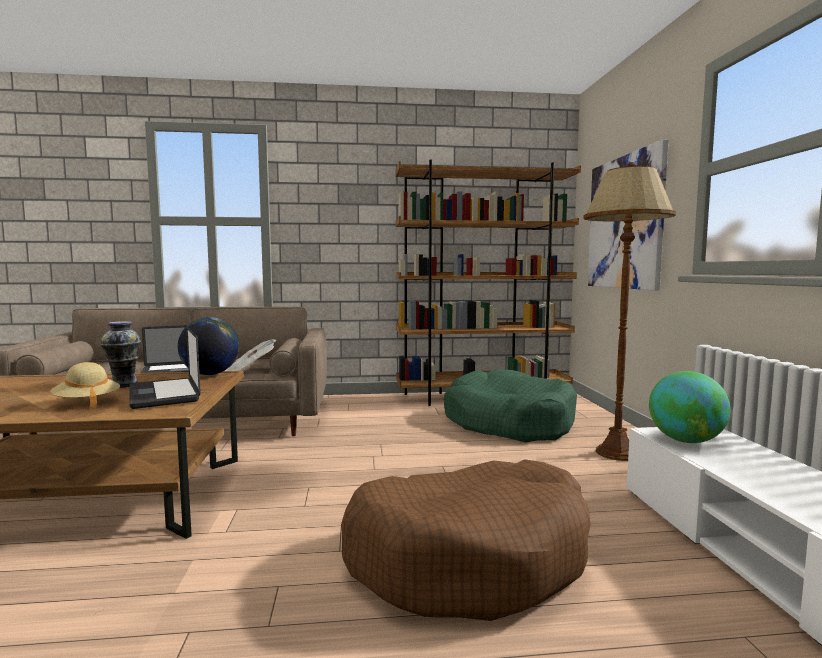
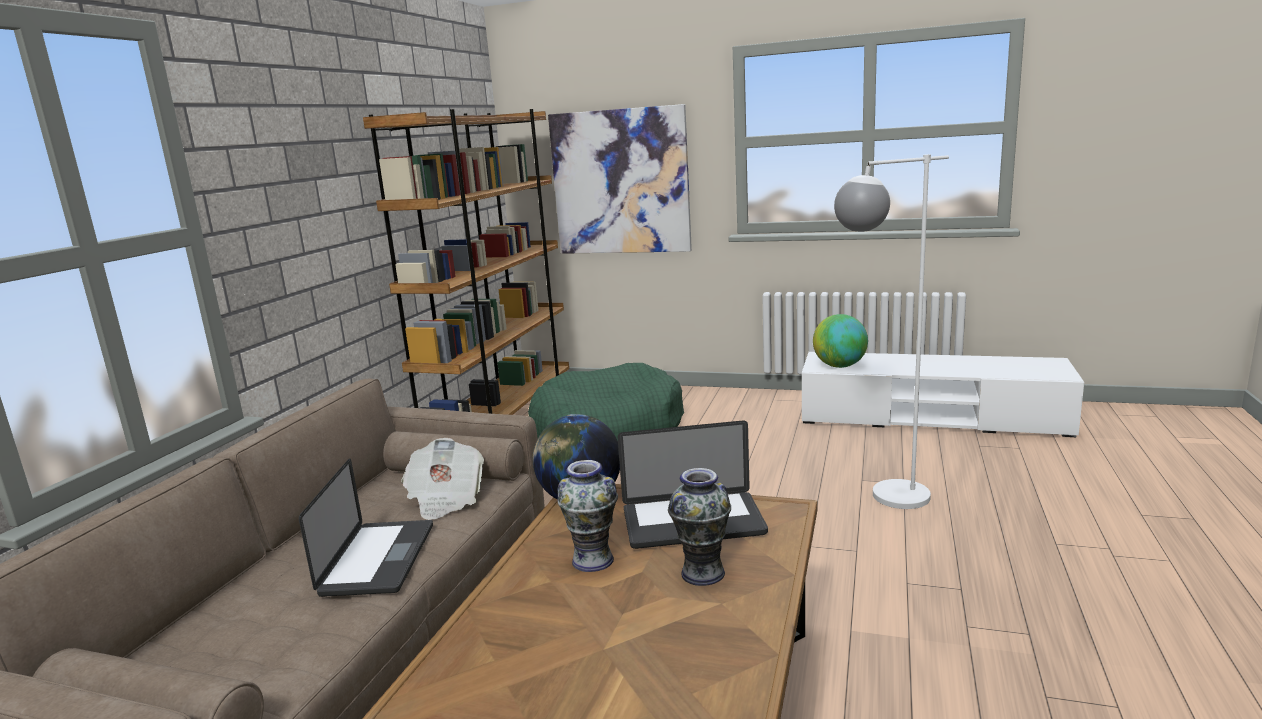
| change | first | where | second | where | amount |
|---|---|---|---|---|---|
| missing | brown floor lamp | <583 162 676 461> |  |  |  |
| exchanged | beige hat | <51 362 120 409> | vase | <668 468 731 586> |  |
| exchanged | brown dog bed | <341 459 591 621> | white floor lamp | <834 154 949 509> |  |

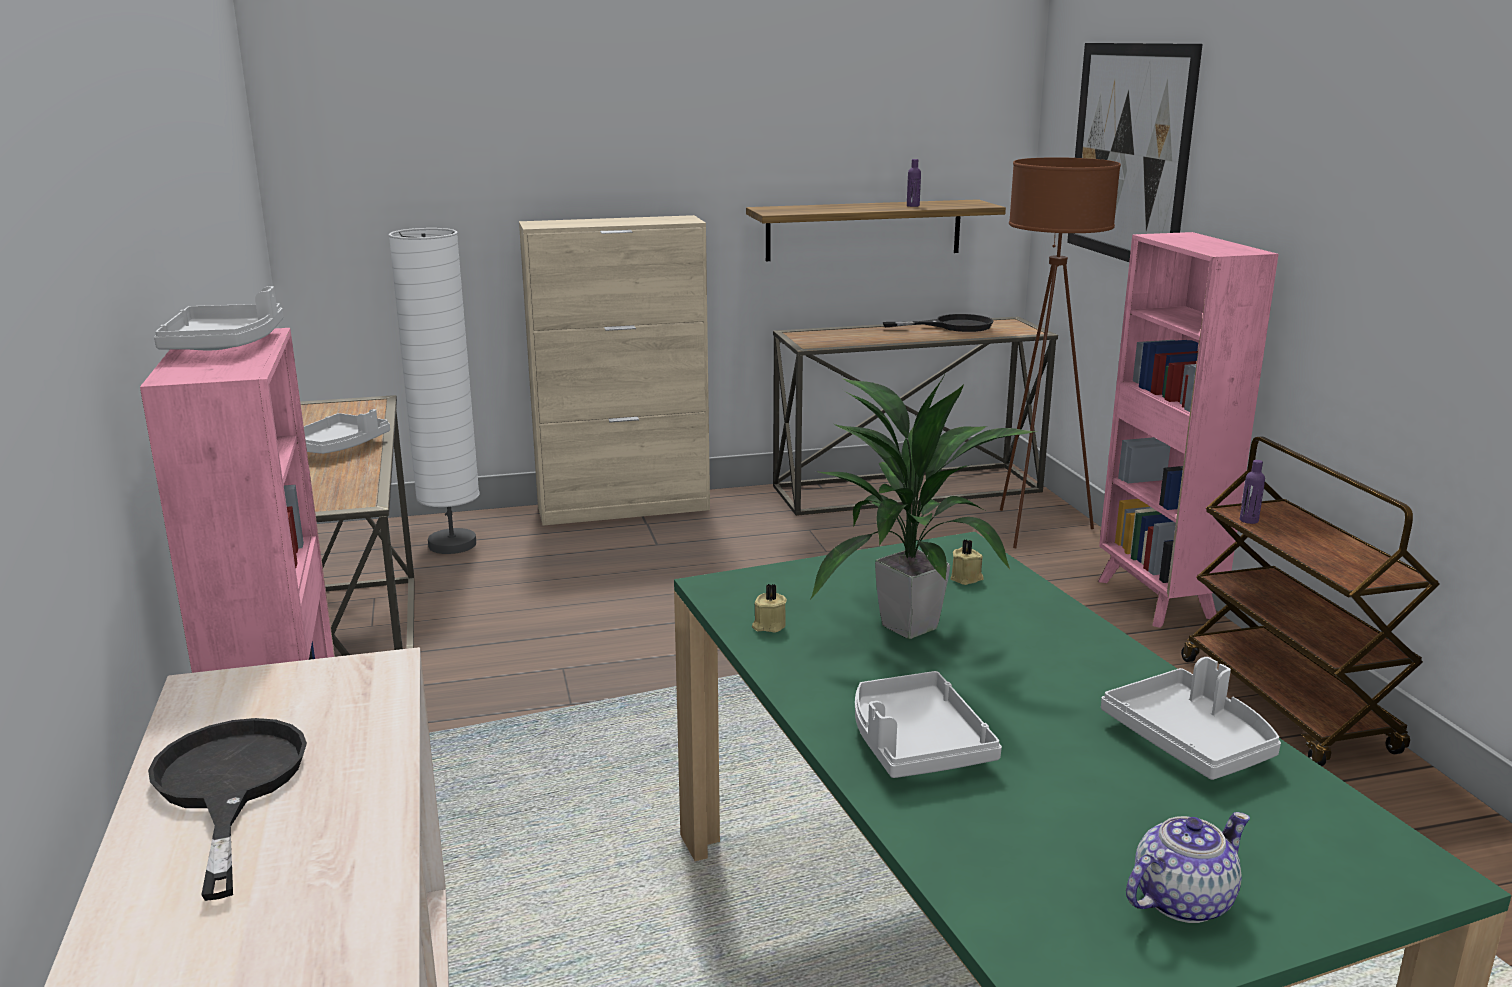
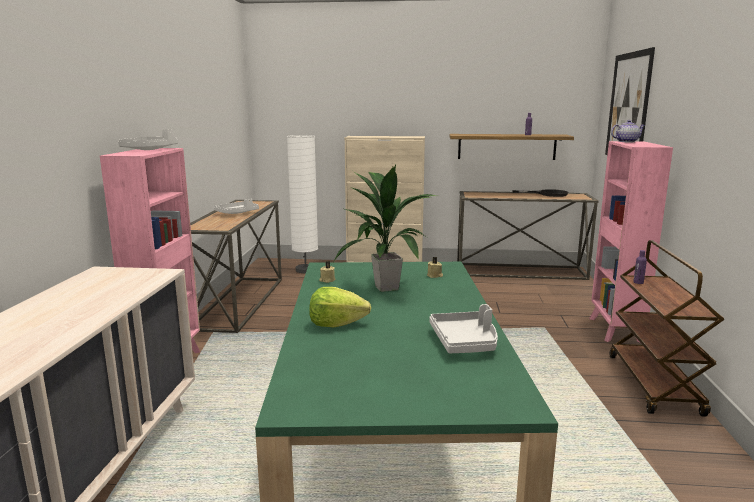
| change | first | where | second | where | amount |
|---|---|---|---|---|---|
| missing | brown floor lamp | <1000 157 1121 548> |  |  |  |
| exchanged | grey tray | <855 671 1002 778> | lettuce | <309 287 371 327> |  |
| missing | black frying pan | <148 718 307 901> |  |  |  |
| relocated | teapot | <1126 812 1250 923> |  | <611 120 645 142> |  |

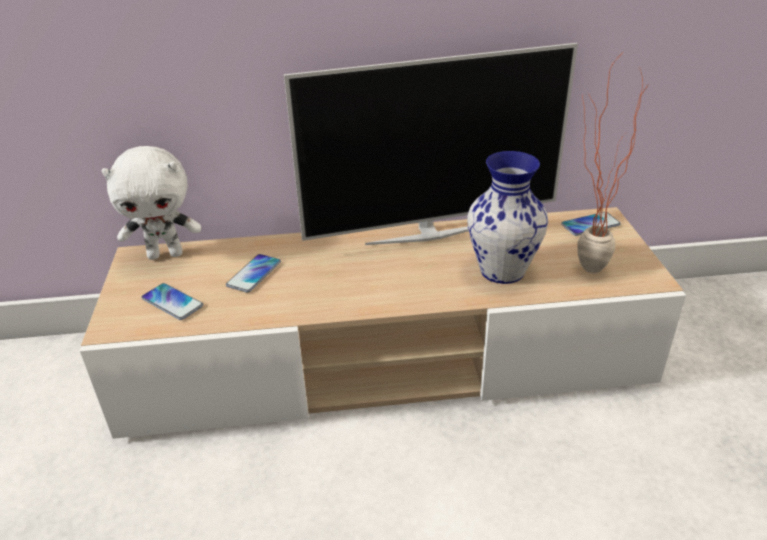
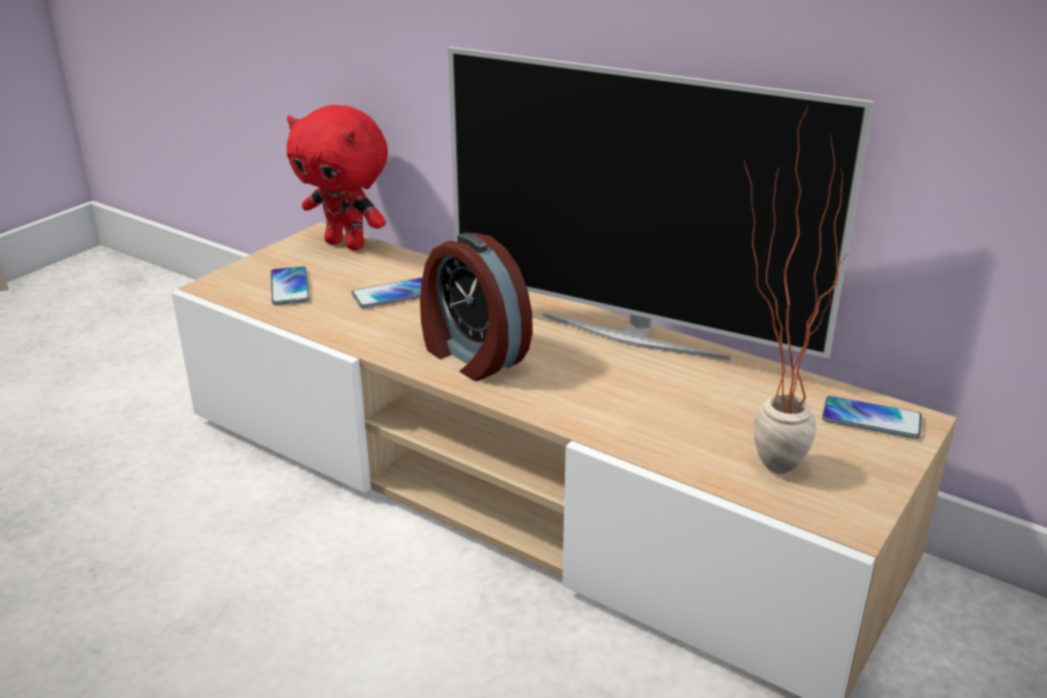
| change | first | where | second | where | amount |
|---|---|---|---|---|---|
| colour | white plush toy | <101 146 201 260> | red plush toy | <287 105 388 250> |  |
| missing | vase | <467 151 548 284> |  |  |  |
| appeared |  |  | alarm clock | <420 233 533 381> |  |

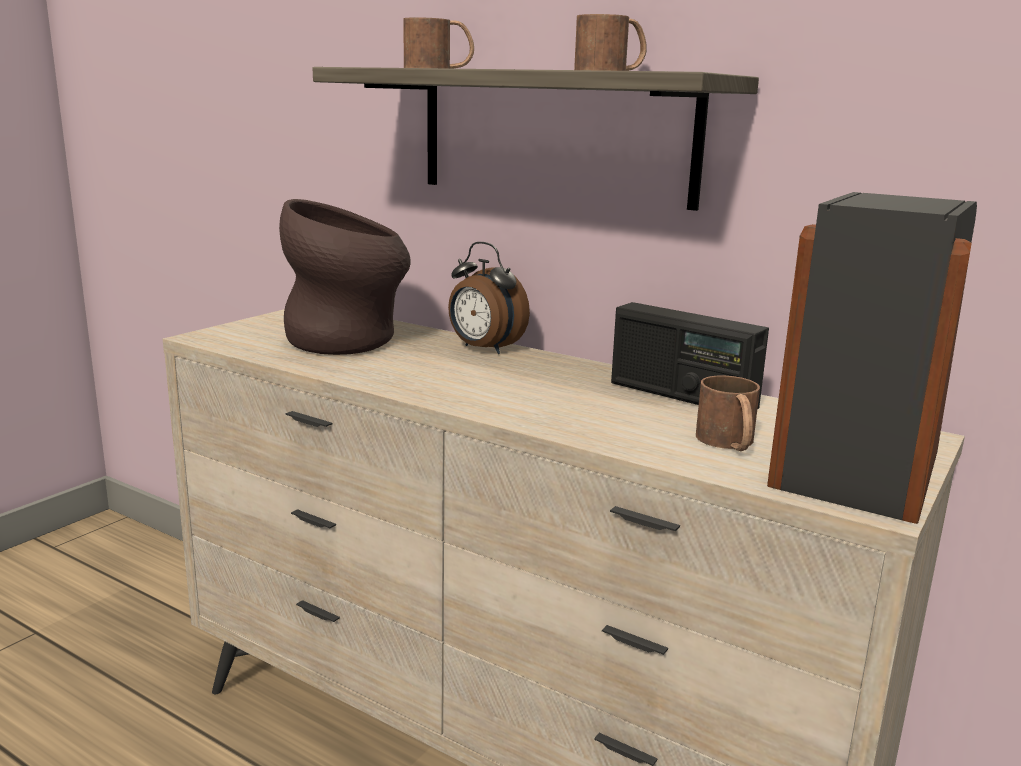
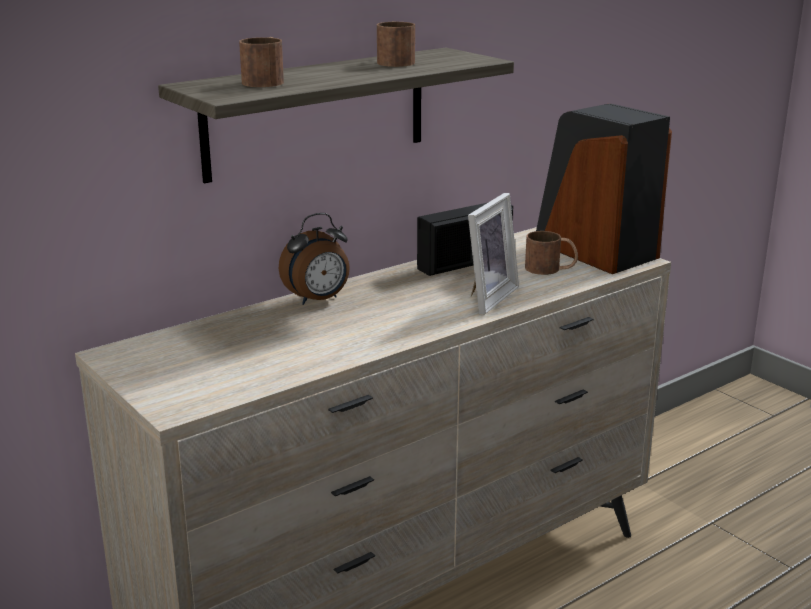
| change | first | where | second | where | amount |
|---|---|---|---|---|---|
| missing | brown vase | <279 199 411 355> |  |  |  |
| appeared |  |  | picture frame | <468 193 519 315> |  |

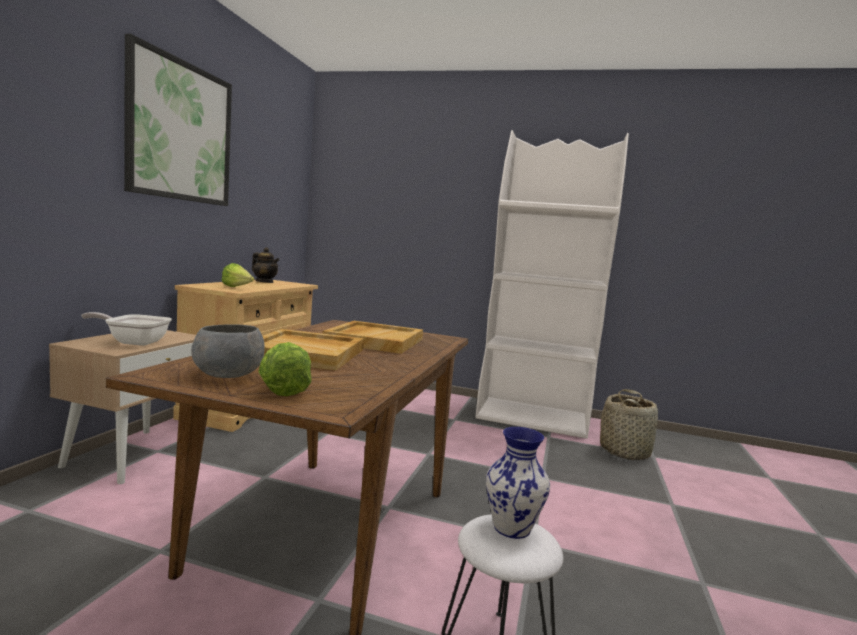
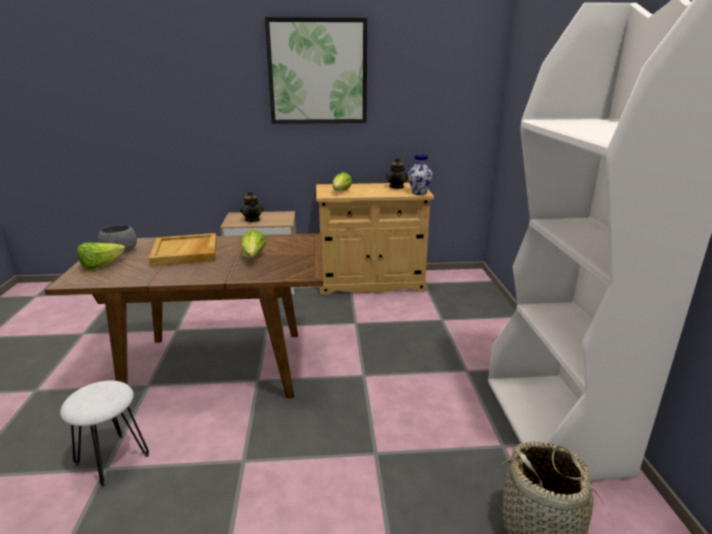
| change | first | where | second | where | amount |
|---|---|---|---|---|---|
| exchanged | frying pan | <81 312 172 346> | teapot | <240 190 263 222> |  |
| exchanged | beige tray | <322 321 423 354> | lettuce | <241 230 266 258> |  |
| relocated | vase | <486 427 550 539> |  | <408 154 432 195> |  |

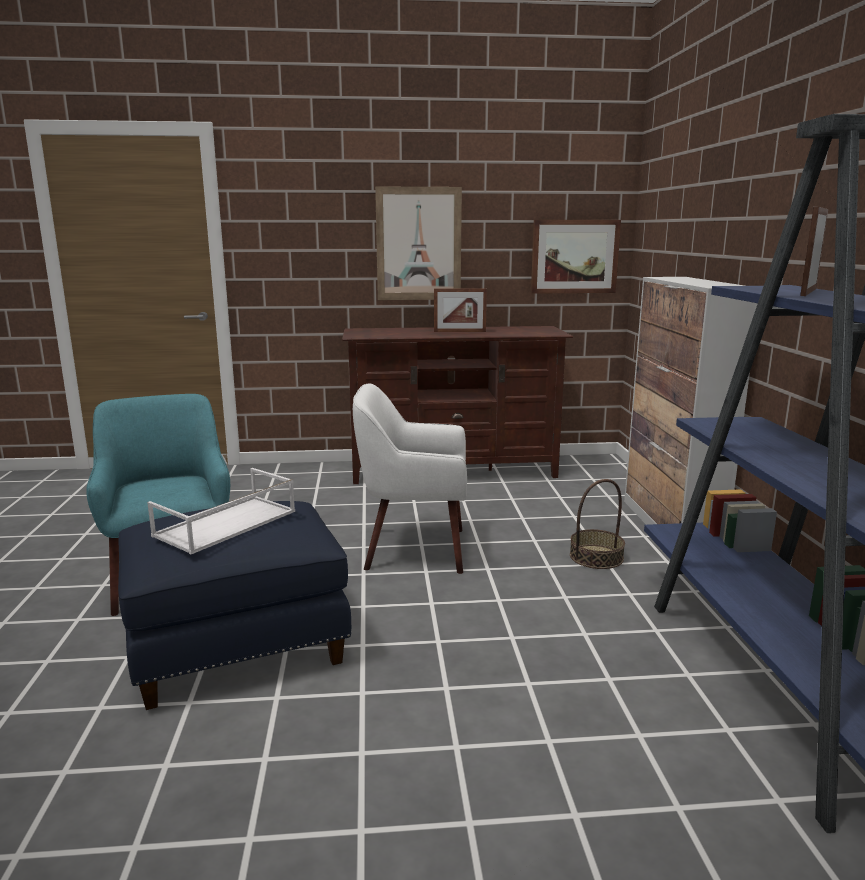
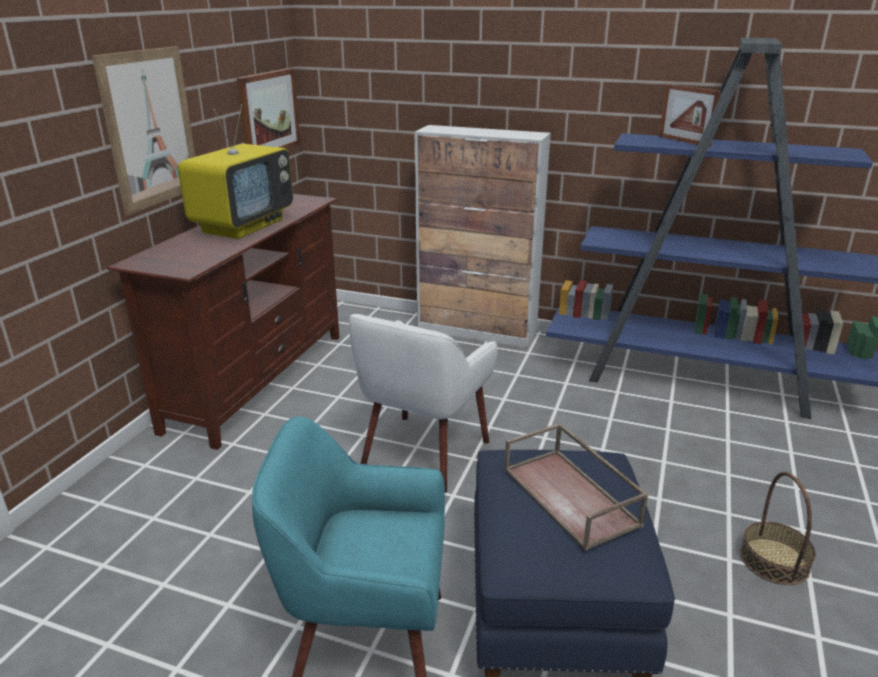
| change | first | where | second | where | amount |
|---|---|---|---|---|---|
| exchanged | picture frame | <434 288 487 332> | television | <178 105 293 239> |  |
| colour | white tray | <147 468 295 554> | brown tray | <504 423 648 551> |  |
| relocated | basket | <570 479 625 569> |  | <740 472 816 585> |  |

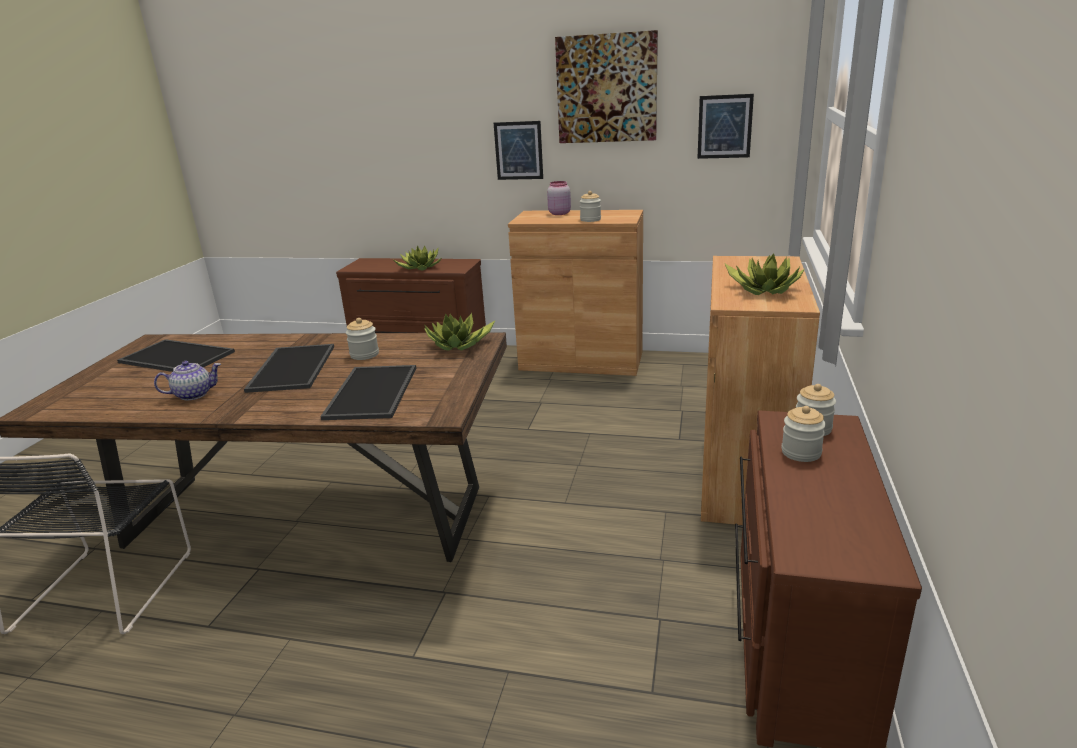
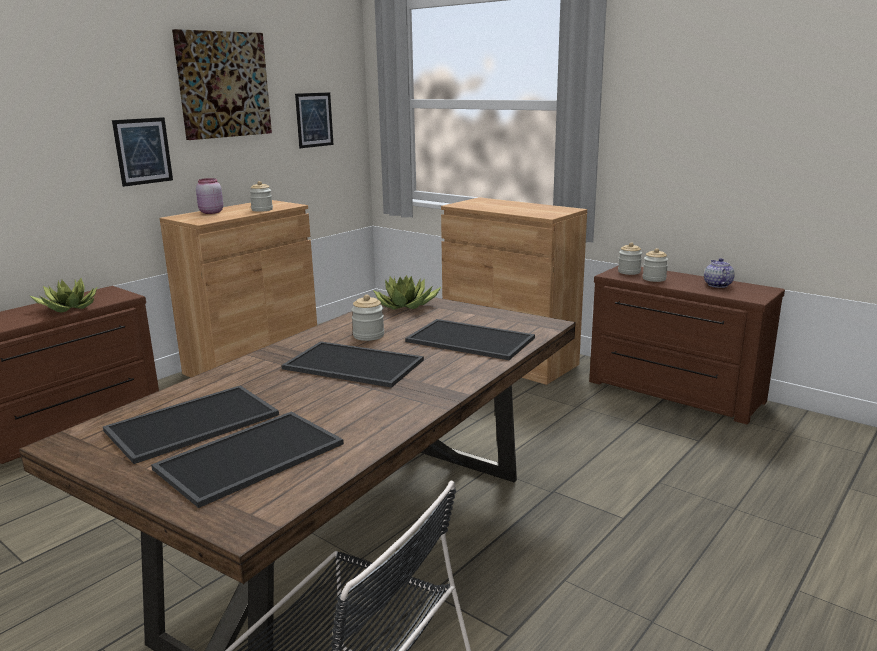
| change | first | where | second | where | amount |
|---|---|---|---|---|---|
| missing | potted plant | <725 253 804 295> |  |  |  |
| relocated | teapot | <154 361 221 400> |  | <704 258 735 288> |  |
| appeared |  |  | tray | <151 412 344 508> |  |

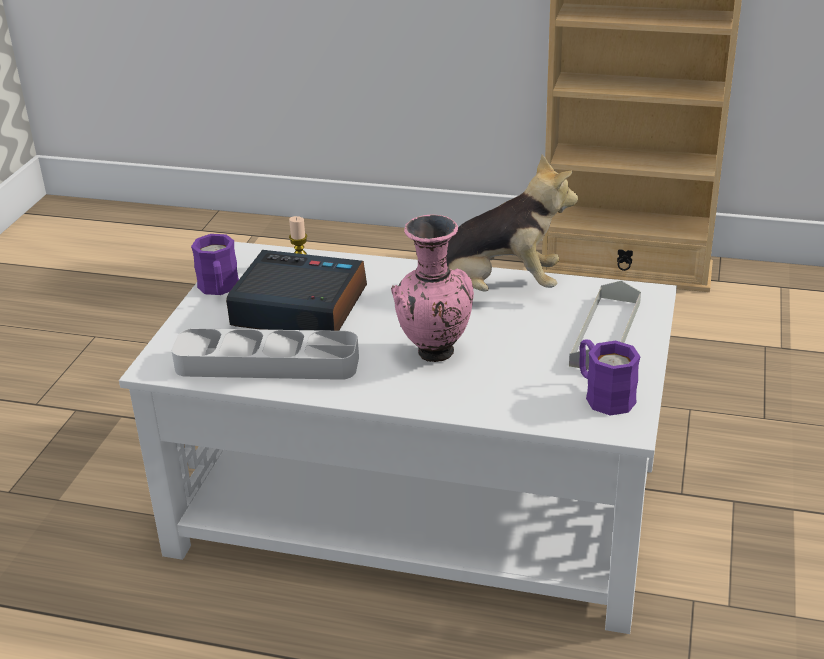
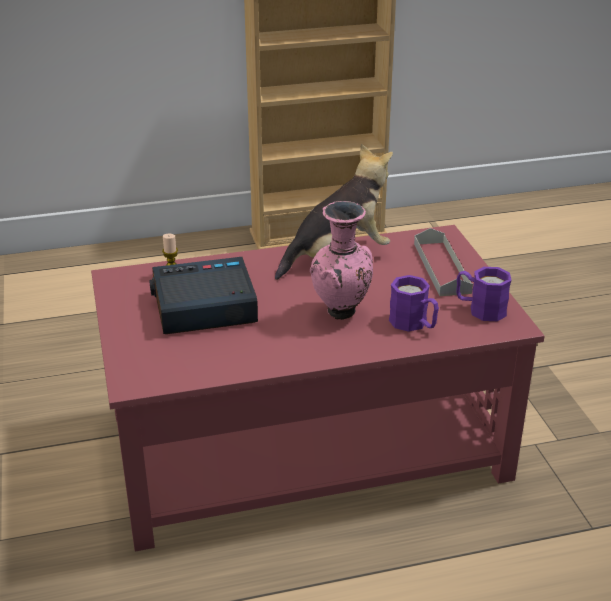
| change | first | where | second | where | amount |
|---|---|---|---|---|---|
| relocated | purple mug | <191 234 239 295> |  | <389 275 439 332> |  |
| colour | white coffee table | <119 242 677 634> | red coffee table | <91 225 545 552> |  |
| missing | grey tray | <171 328 359 380> |  |  |  |

